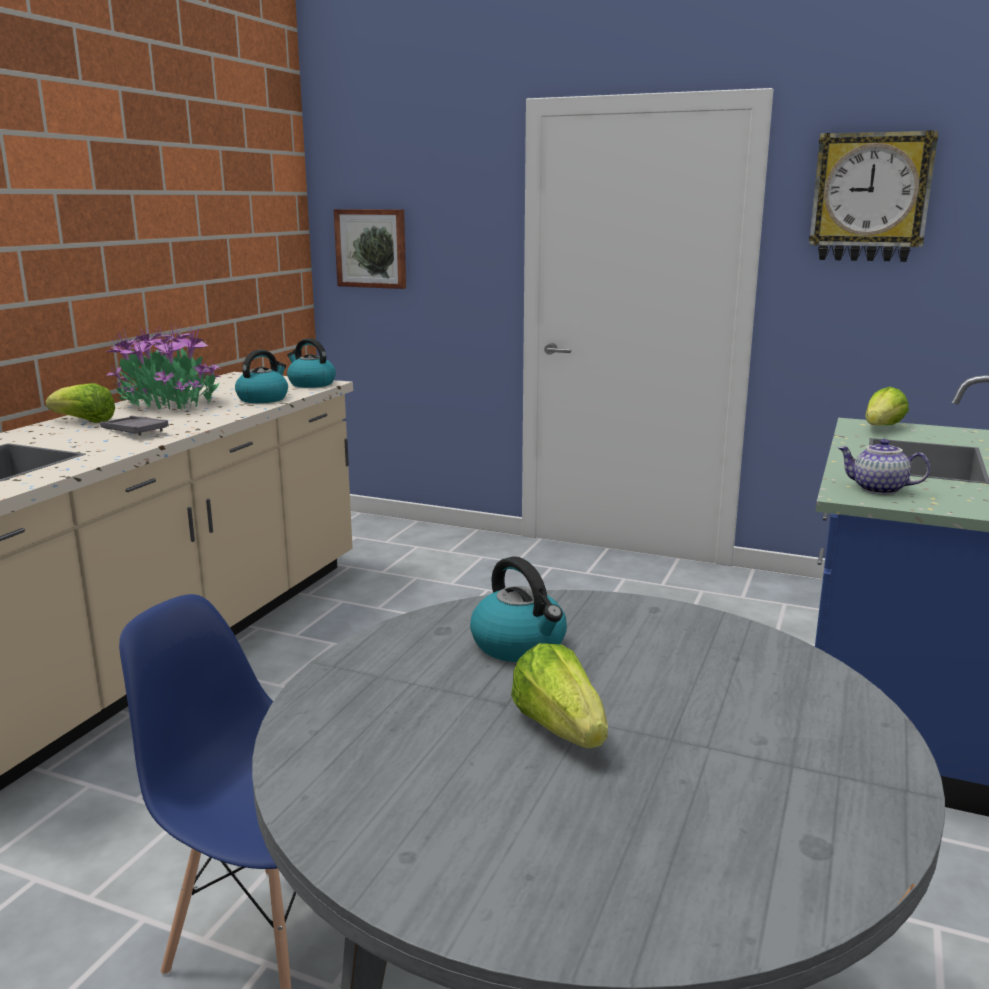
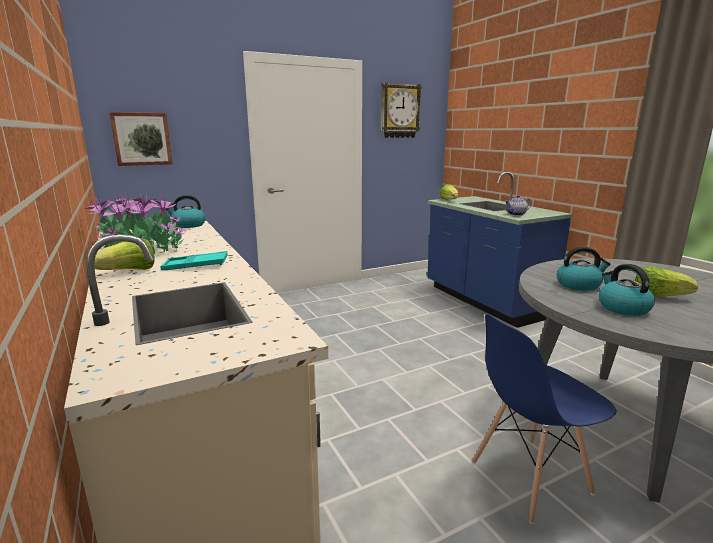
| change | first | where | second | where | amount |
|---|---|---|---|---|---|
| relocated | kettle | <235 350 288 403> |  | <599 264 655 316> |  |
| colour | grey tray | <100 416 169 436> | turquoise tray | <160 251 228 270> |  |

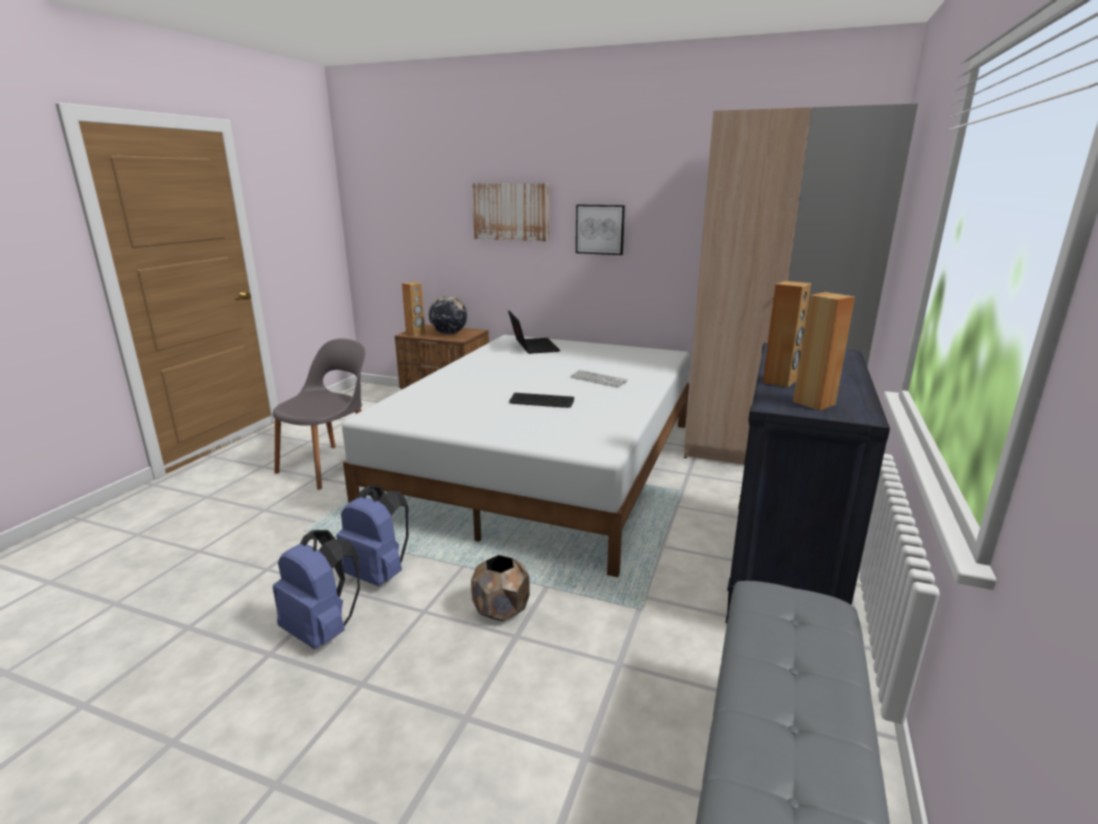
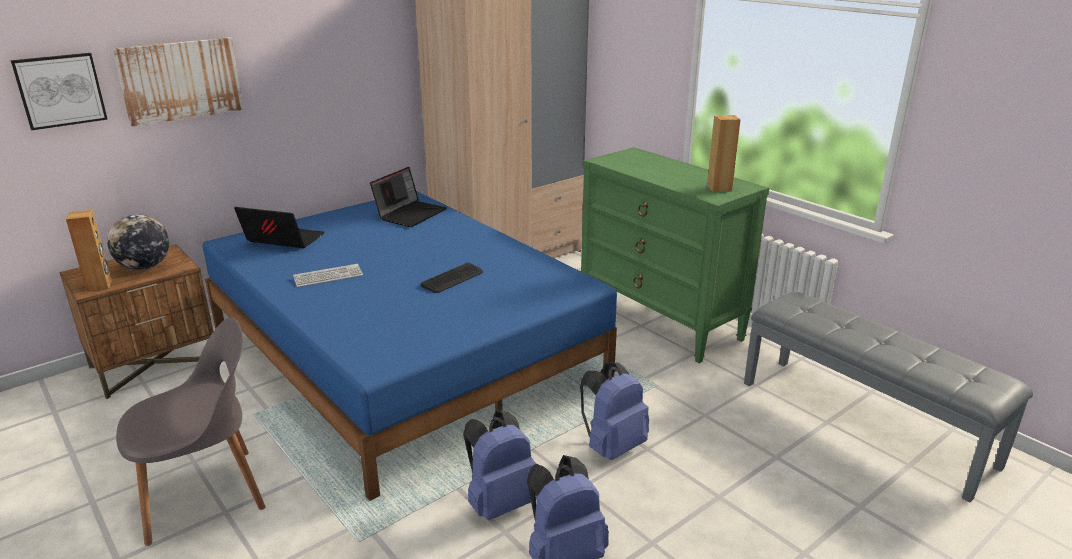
| change | first | where | second | where | amount |
|---|---|---|---|---|---|
| relocated | picture | <576 205 625 255> |  | <10 53 108 130> |  |
| missing | brown speaker | <763 281 811 387> |  |  |  |
| colour | white bed | <342 335 690 577> | blue bed | <202 191 617 501> |  |
| spun | grey chair | <272 338 365 490> |  | <116 318 265 546> | 90 degrees clockwise |
| colour | black dresser | <725 343 890 623> | green dresser | <581 147 769 363> |  |
| relocated | keyboard | <570 370 628 388> |  | <293 264 363 287> |  |
| exchanged | brown planter | <471 555 530 621> | blue backpack | <580 362 649 460> |  |
| appeared |  |  | laptop | <370 167 447 227> |  |

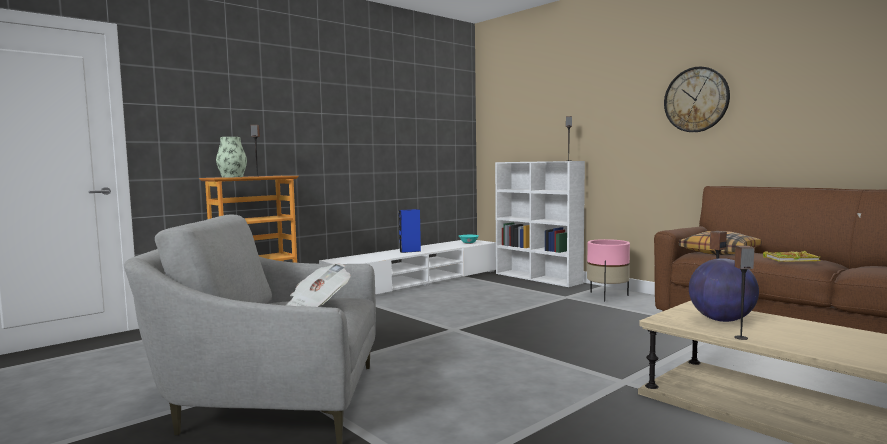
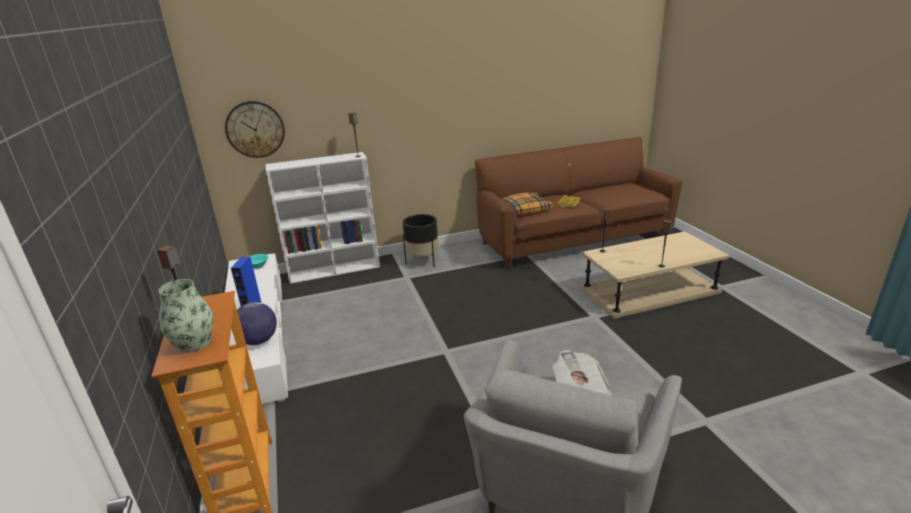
| change | first | where | second | where | amount |
|---|---|---|---|---|---|
| relocated | wall clock | <664 67 730 132> |  | <225 101 285 158> |  |
| colour | pink planter | <587 239 630 301> | black planter | <403 214 439 267> |  |
| relocated | globe | <689 258 759 322> |  | <232 302 277 345> |  |

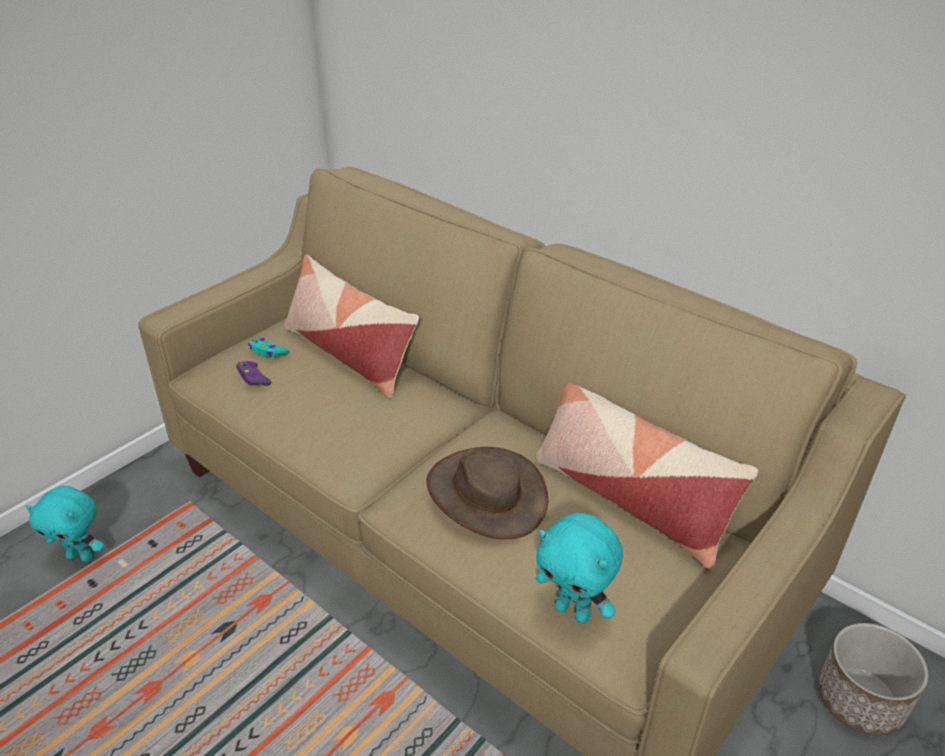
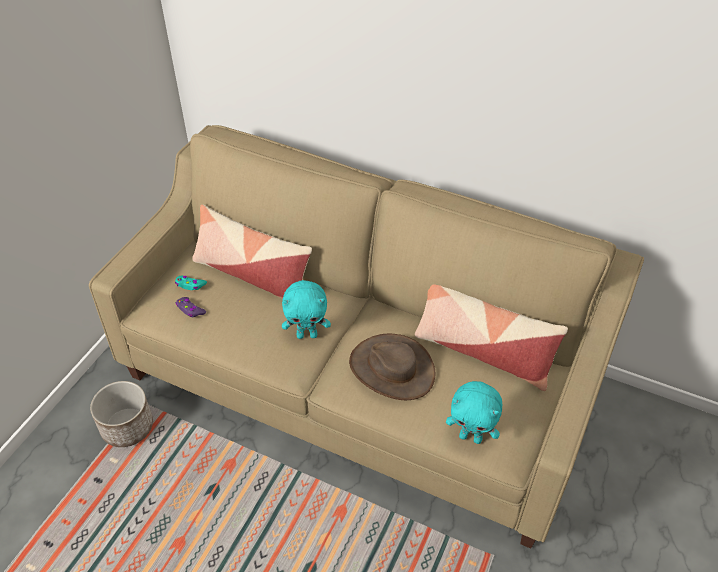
| change | first | where | second | where | amount |
|---|---|---|---|---|---|
| relocated | turquoise plush toy | <26 486 104 562> |  | <282 280 331 339> |  |
| relocated | planter | <818 623 929 736> |  | <90 381 153 447> |  |

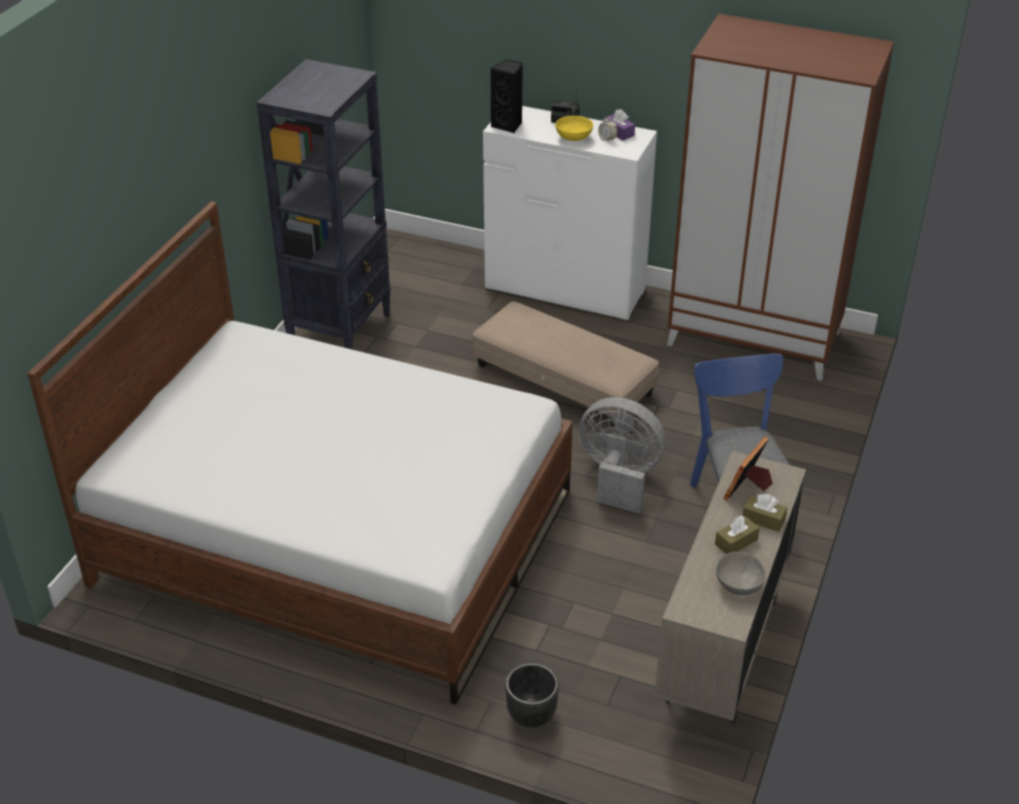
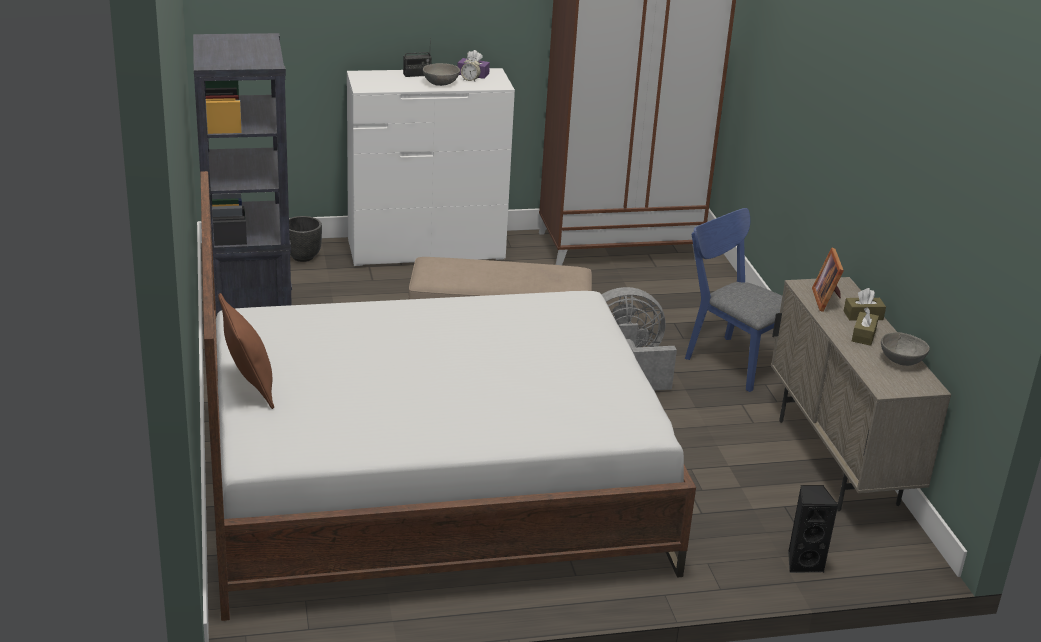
| change | first | where | second | where | amount |
|---|---|---|---|---|---|
| relocated | black speaker | <490 59 523 134> |  | <788 485 838 573> |  |
| colour | yellow bowl | <555 116 593 141> | grey bowl | <423 63 460 86> |  |
| relocated | black planter | <505 663 559 727> |  | <289 216 322 262> |  |
| appeared |  |  | brown pillow | <218 293 274 409> |  |

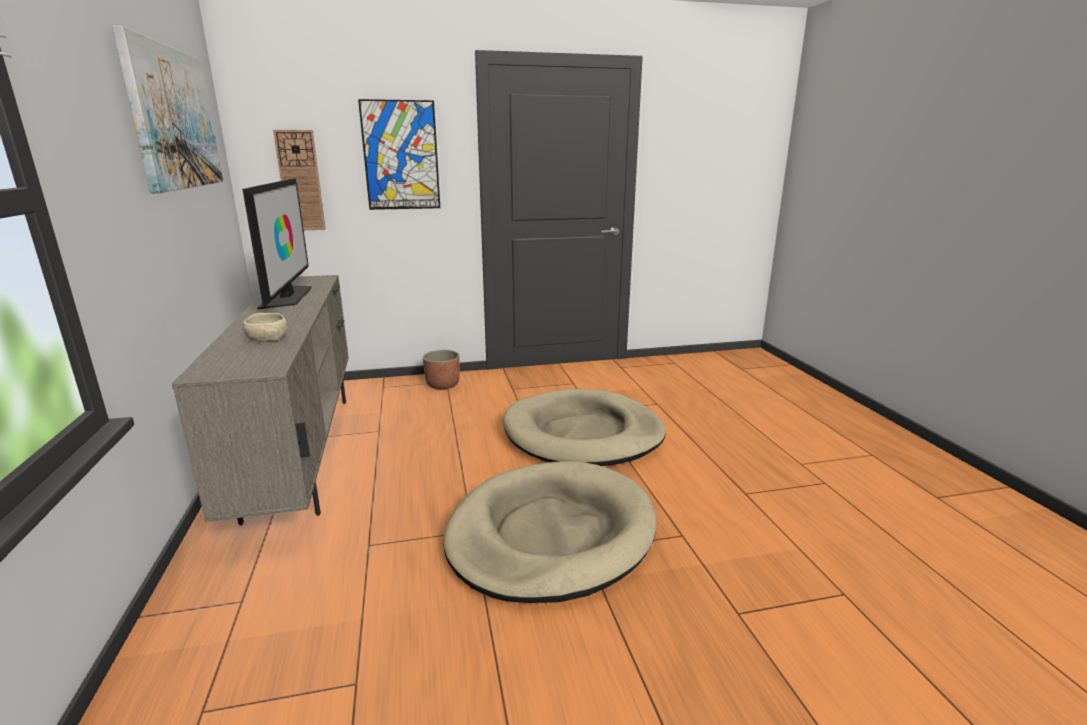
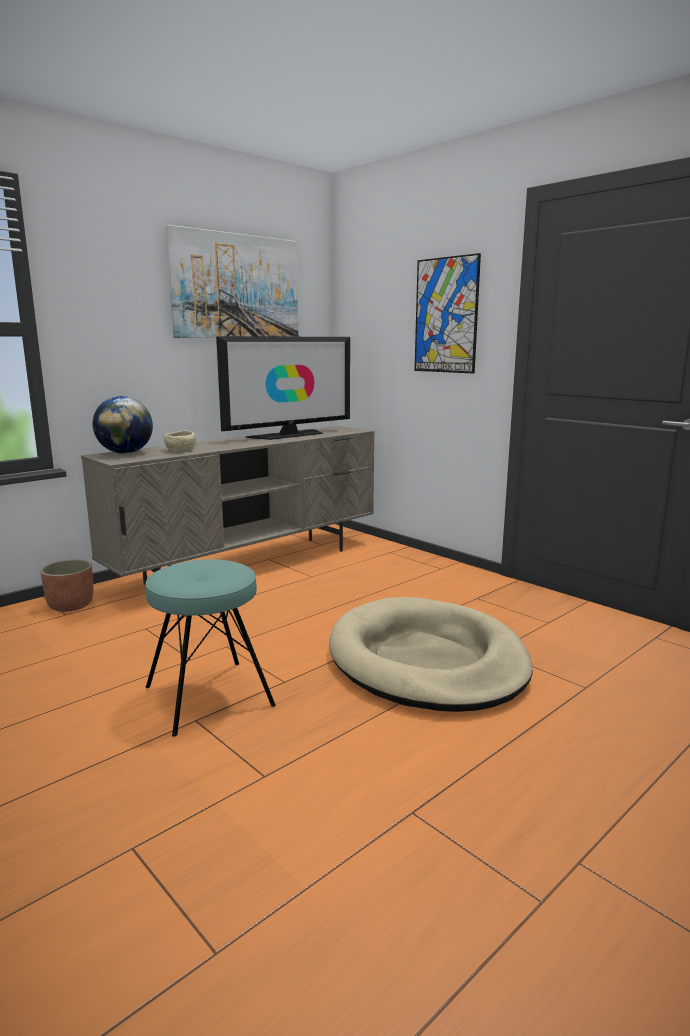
| change | first | where | second | where | amount |
|---|---|---|---|---|---|
| missing | wall clock | <273 130 326 230> |  |  |  |
| relocated | planter | <423 350 460 389> |  | <40 559 93 612> |  |
| exchanged | beige dog bed | <443 461 656 603> | turquoise stool | <145 559 276 737> |  |
| appeared |  |  | globe | <93 396 153 454> |  |

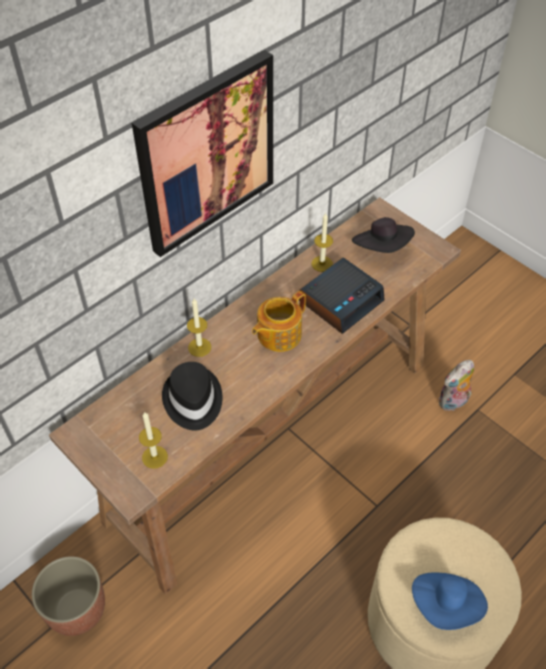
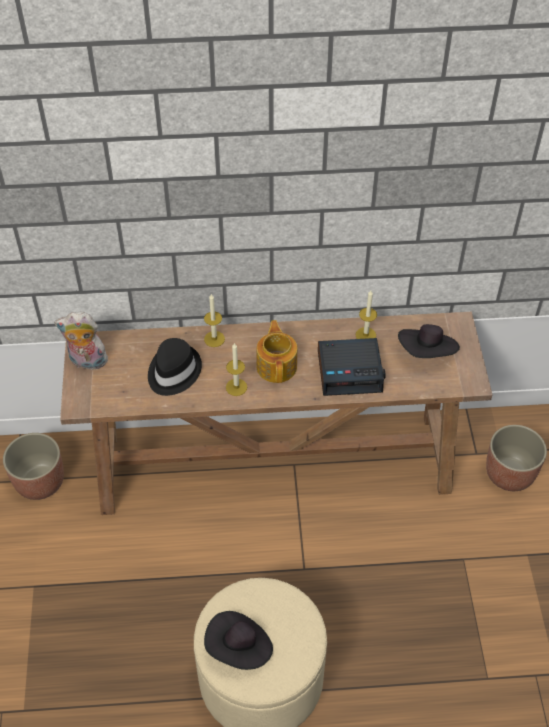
| change | first | where | second | where | amount |
|---|---|---|---|---|---|
| missing | picture | <132 50 273 257> |  |  |  |
| spun | teapot | <252 291 306 352> |  | <256 320 297 383> | 90 degrees clockwise |
| relocated | plush toy | <438 360 474 411> |  | <54 312 108 370> |  |
| relocated | candle | <139 412 168 469> |  | <226 343 247 396> |  |
| colour | blue hat | <412 572 488 630> | black hat | <204 611 273 670> |  |
| appeared |  |  | planter | <486 425 547 491> |  |

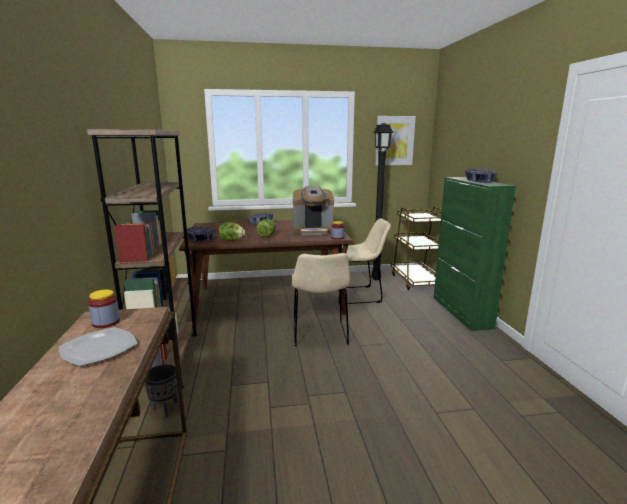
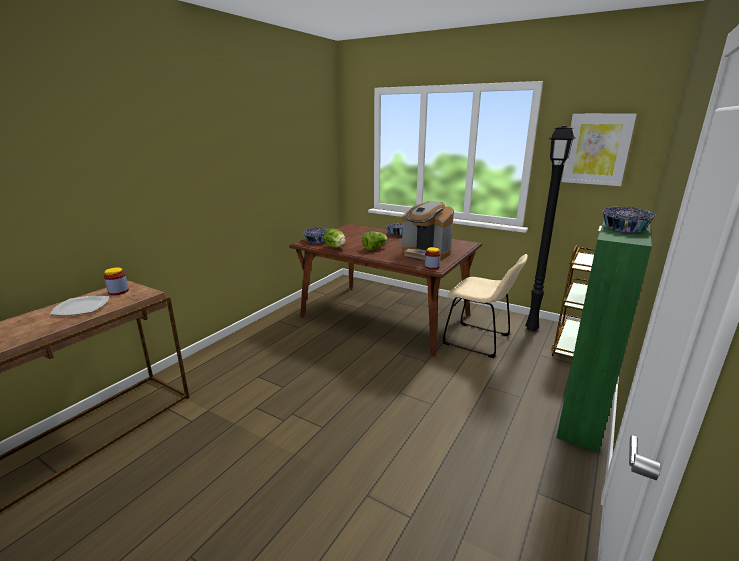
| change | first | where | second | where | amount |
|---|---|---|---|---|---|
| missing | brown bookcase | <87 129 198 389> |  |  |  |
| missing | beige chair | <292 253 351 346> |  |  |  |
| missing | black planter | <145 364 178 418> |  |  |  |

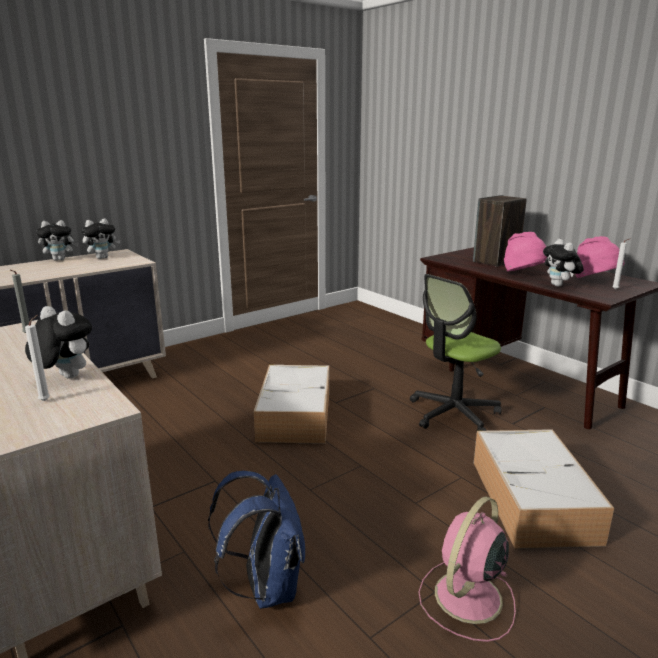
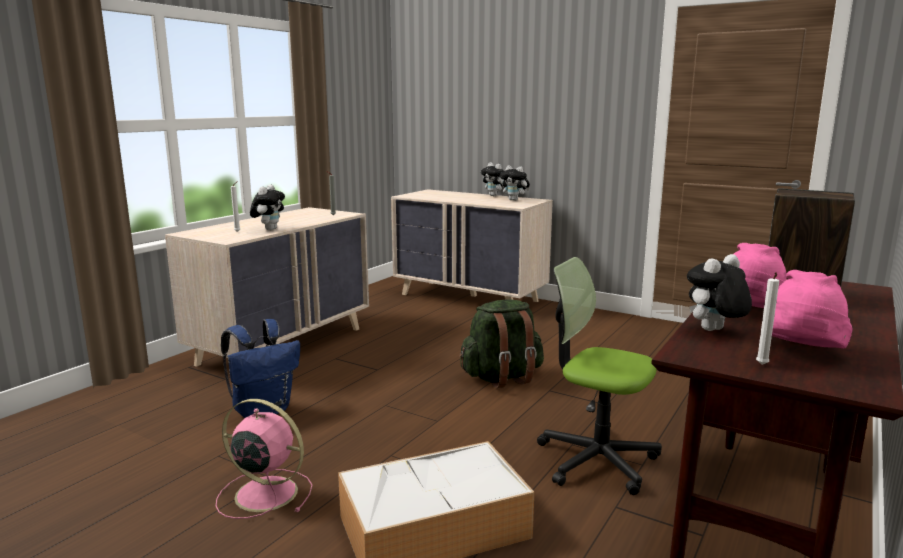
| change | first | where | second | where | amount |
|---|---|---|---|---|---|
| exchanged | storage box | <254 365 329 444> | green backpack | <459 300 544 388> |  |

